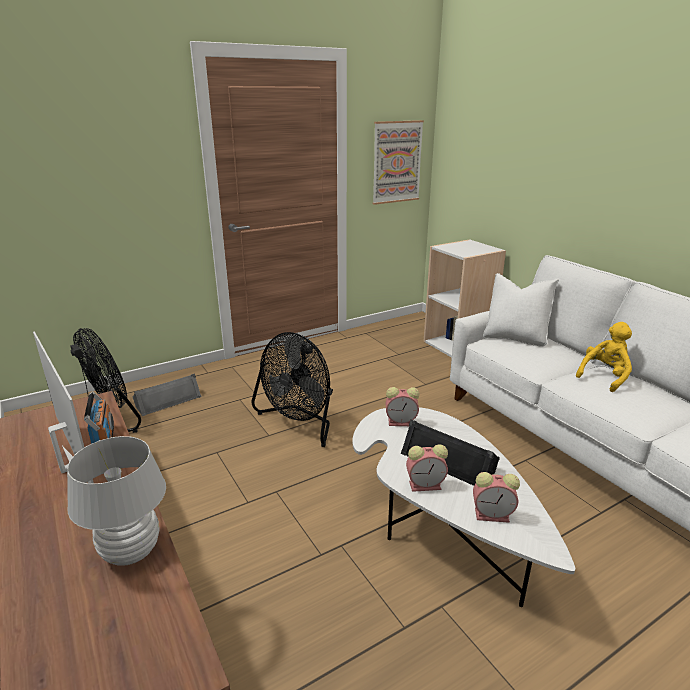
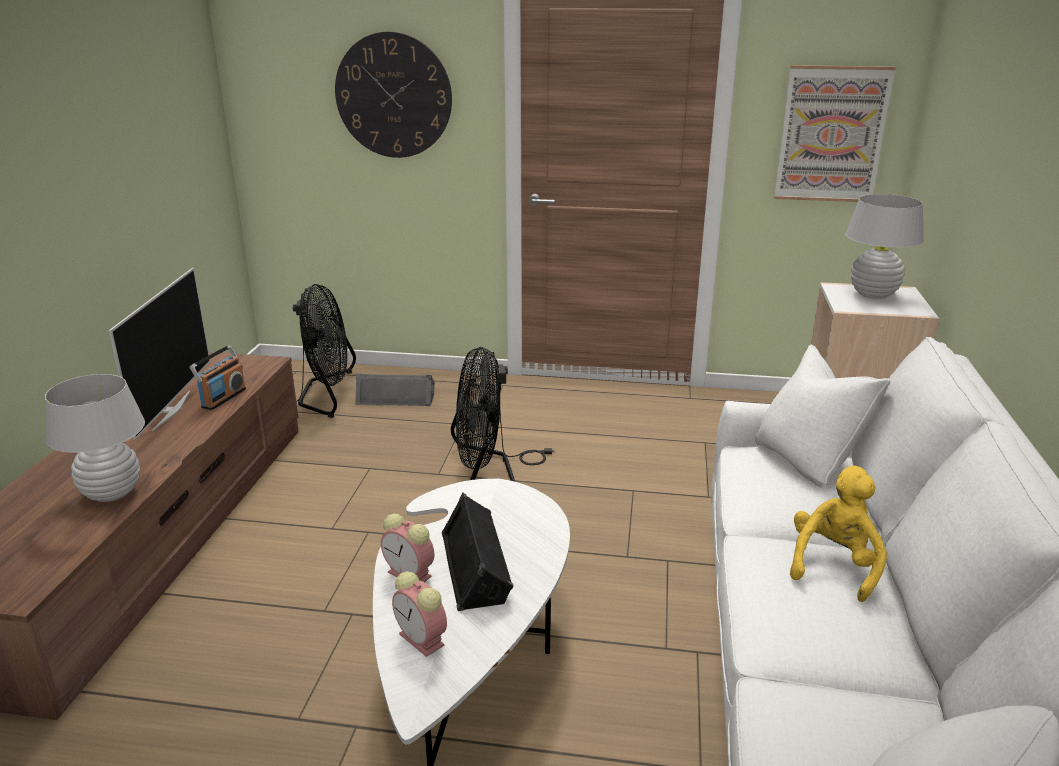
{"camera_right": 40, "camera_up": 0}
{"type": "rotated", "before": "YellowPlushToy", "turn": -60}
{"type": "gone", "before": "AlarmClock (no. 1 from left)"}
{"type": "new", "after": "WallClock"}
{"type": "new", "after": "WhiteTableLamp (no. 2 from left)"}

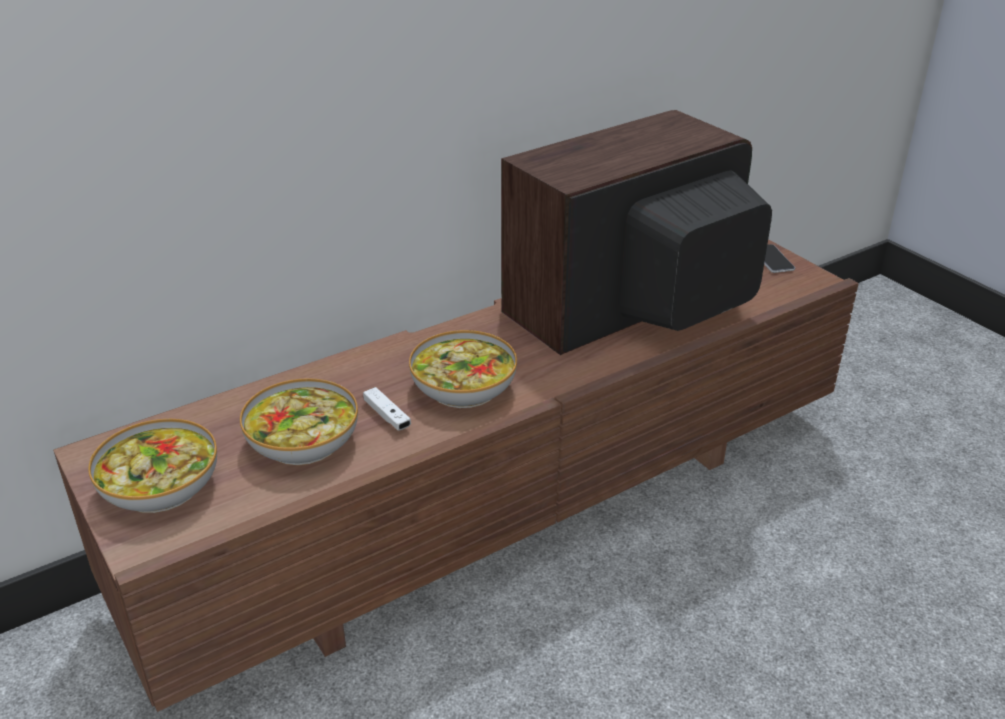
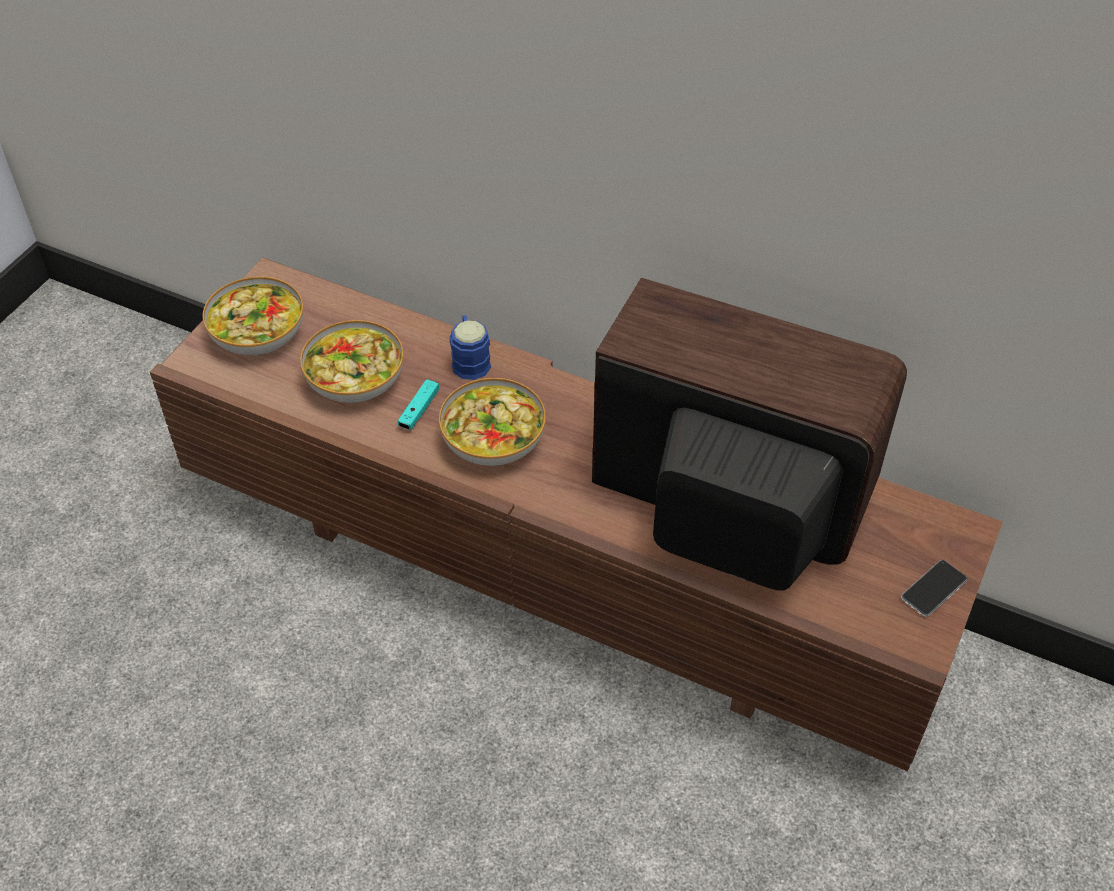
{"camera_right": 60, "camera_up": 15}
{"type": "repainted", "before": "WhiteGameController", "after": "TurquoiseGameController"}
{"type": "new", "after": "BlueMug"}

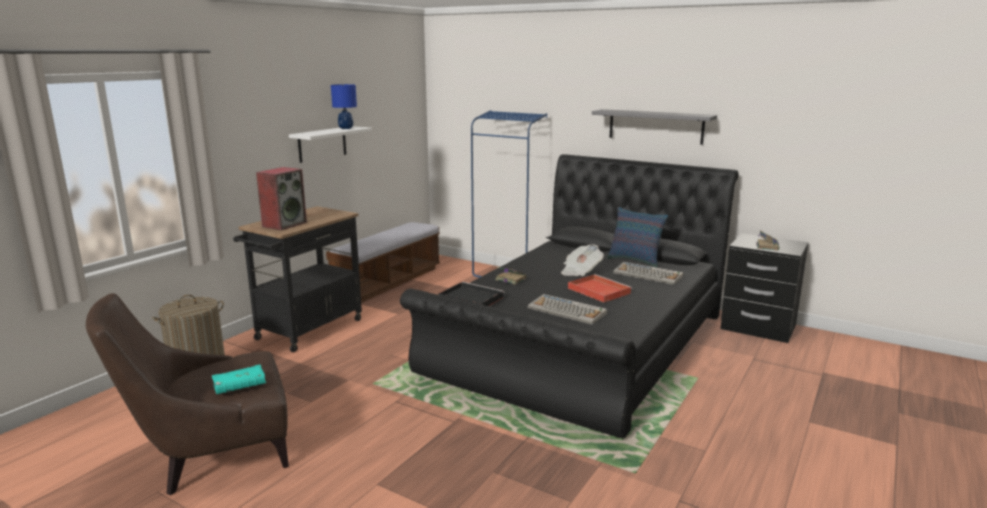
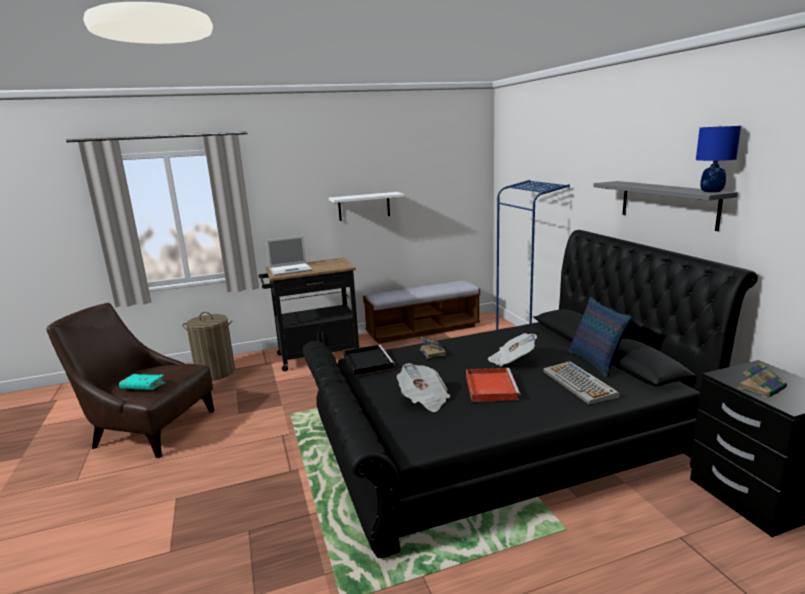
{"camera_right": 40, "camera_up": 0}
{"type": "shifted", "before": "BlueTableLamp"}
{"type": "swapped", "before": "Speaker", "after": "Laptop"}
{"type": "swapped", "before": "Keyboard (no. 1 from left)", "after": "Newspaper (no. 1 from left)"}

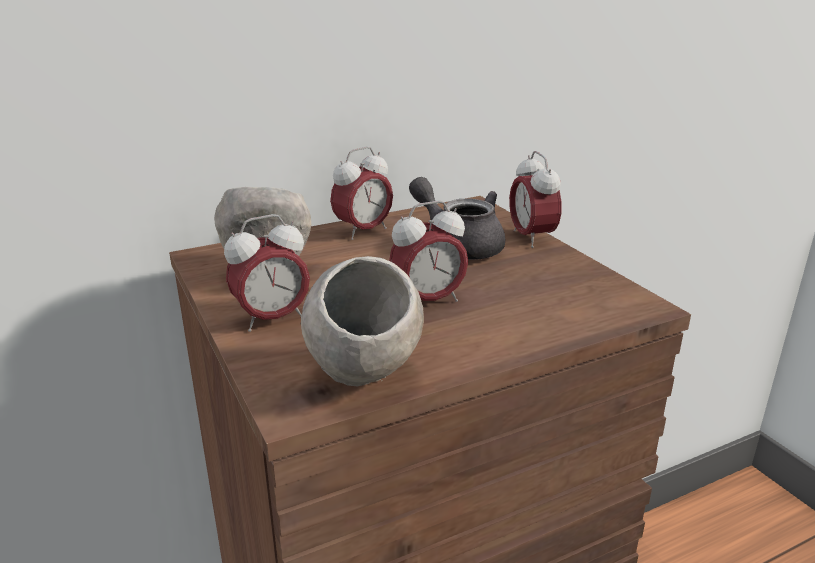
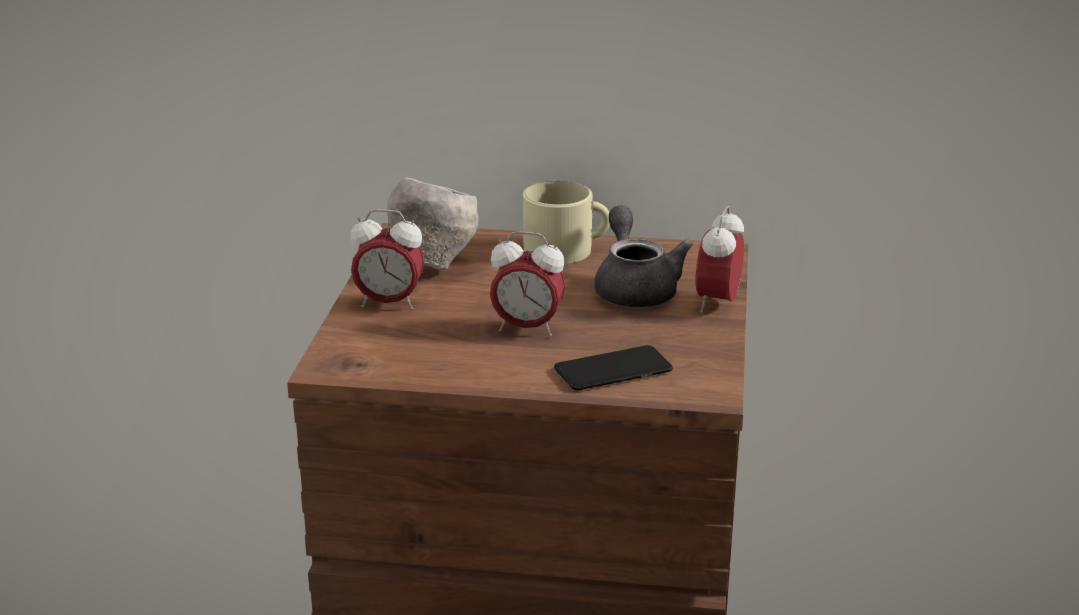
{"camera_right": 35, "camera_up": 0}
{"type": "swapped", "before": "AlarmClock (no. 2 from left)", "after": "BeigeMug"}
{"type": "gone", "before": "GreyBowl (no. 2 from left)"}
{"type": "new", "after": "Phone"}

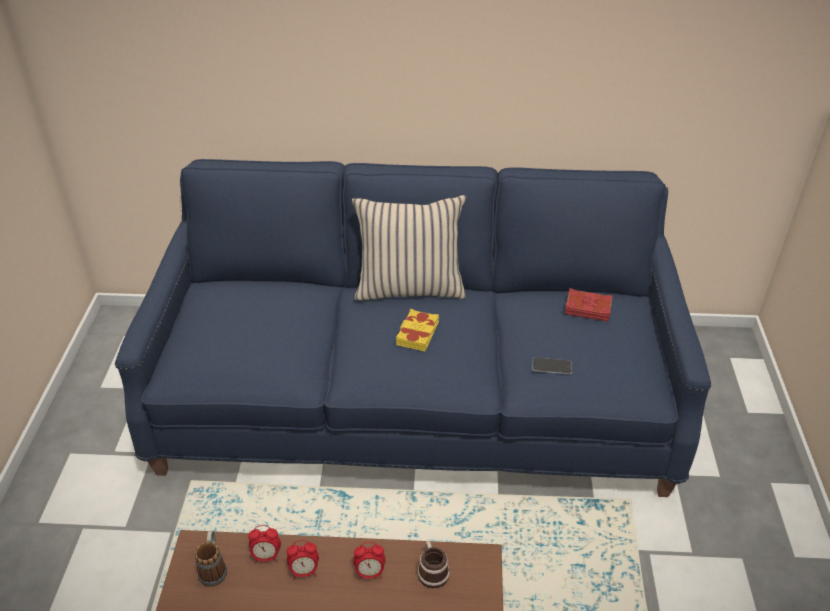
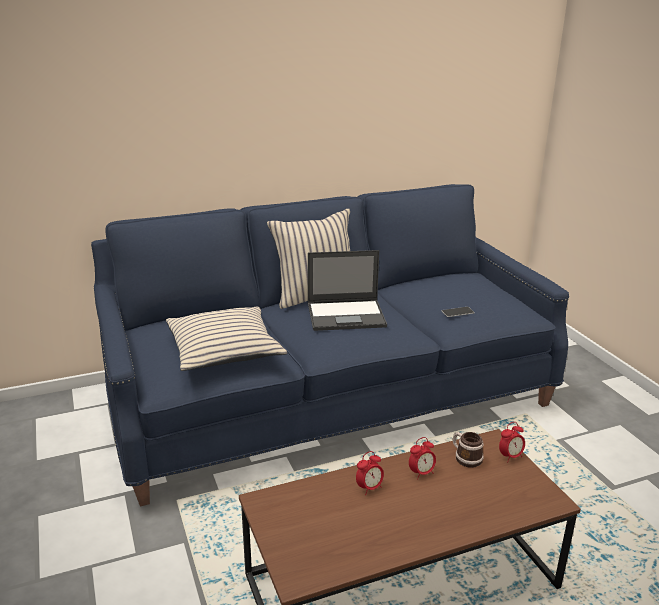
{"camera_right": -25, "camera_up": -15}
{"type": "gone", "before": "RedBook"}
{"type": "swapped", "before": "YellowBook", "after": "Laptop"}
{"type": "shifted", "before": "AlarmClock (no. 1 from left in the first image)", "after": "AlarmClock (no. 3 from left)"}
{"type": "gone", "before": "Mug (no. 1 from left)"}
{"type": "new", "after": "BeigePillow (no. 1 from left)"}

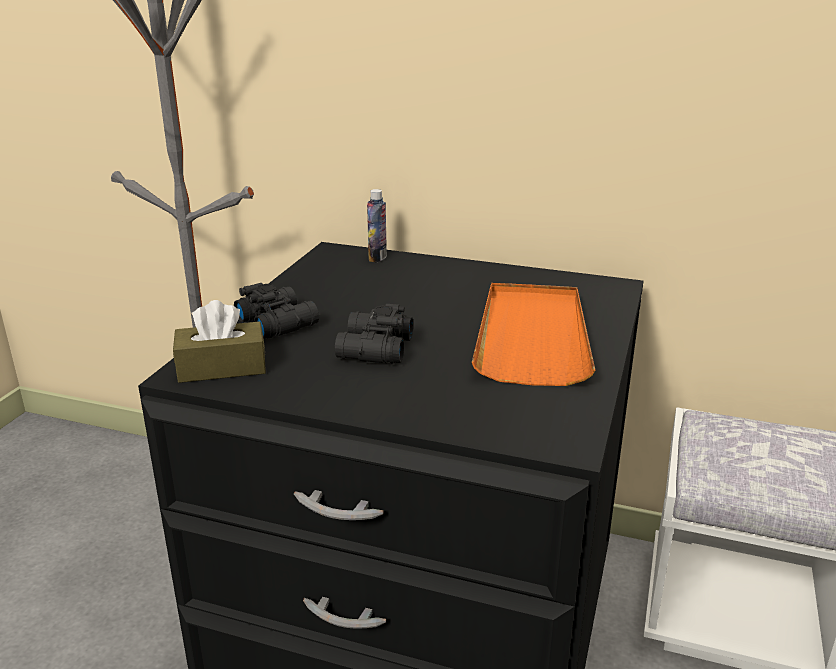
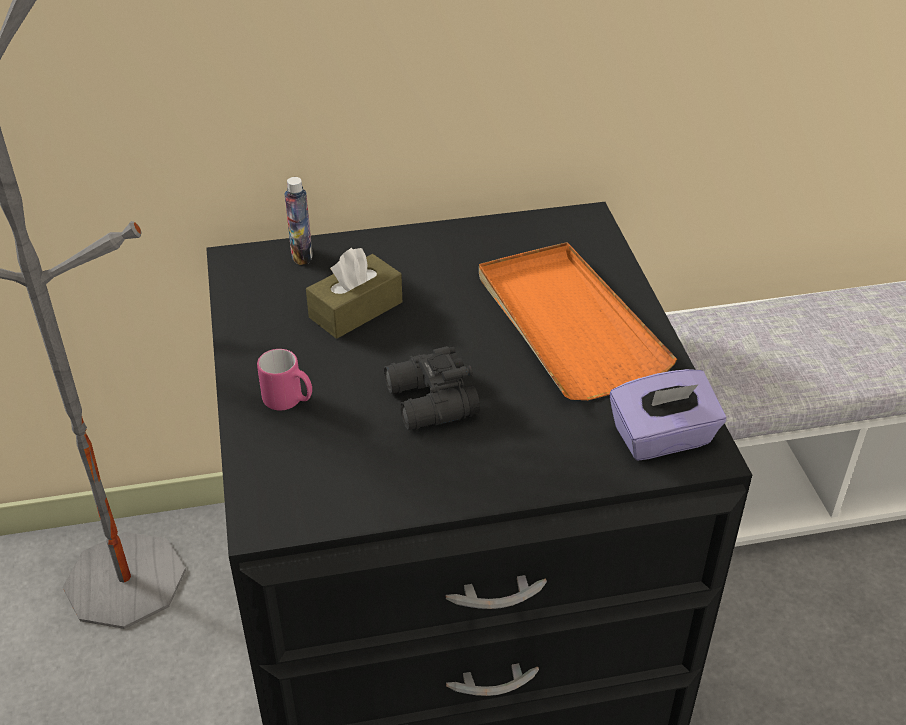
{"camera_right": -30, "camera_up": 15}
{"type": "swapped", "before": "BlackBinoculars (no. 1 from left)", "after": "PinkMug"}
{"type": "shifted", "before": "BrownTissueBox"}
{"type": "new", "after": "PurpleTissueBox"}

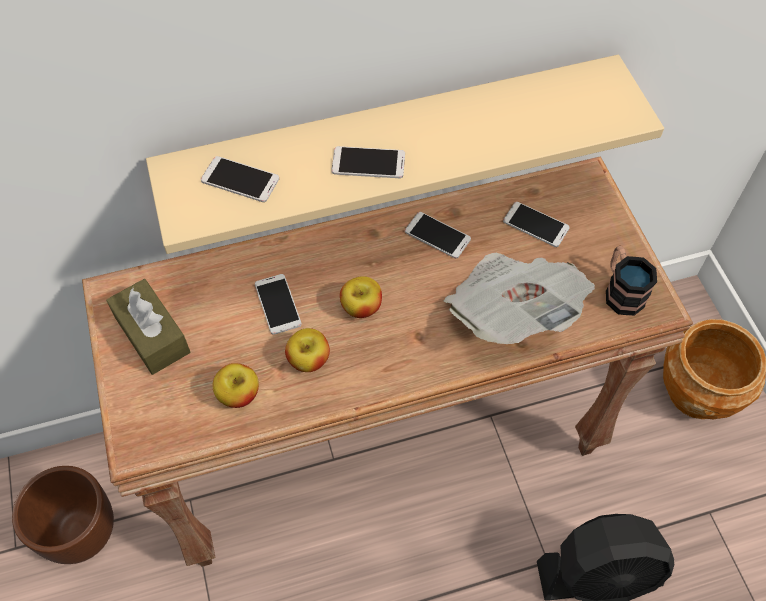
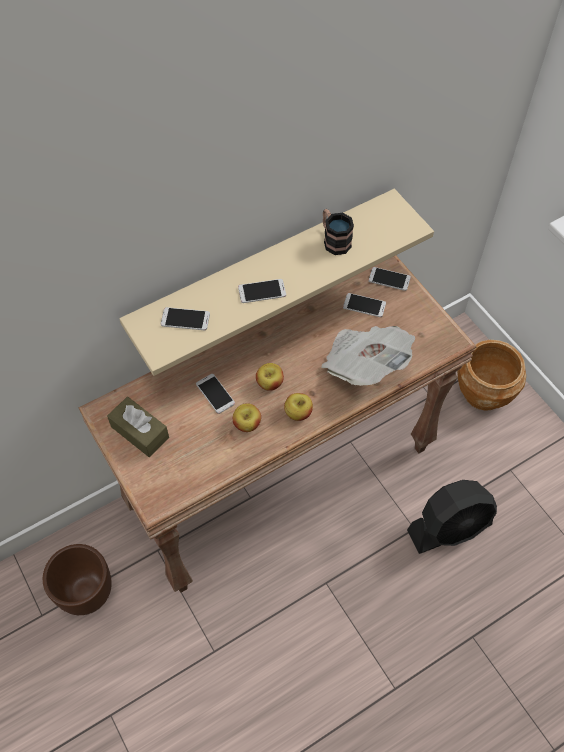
{"camera_right": -15, "camera_up": 0}
{"type": "shifted", "before": "Phone (no. 4 from left in the first image)", "after": "Phone (no. 5 from left)"}
{"type": "shifted", "before": "Mug"}
{"type": "shifted", "before": "Apple (no. 1 from left in the first image)", "after": "Apple (no. 3 from left)"}

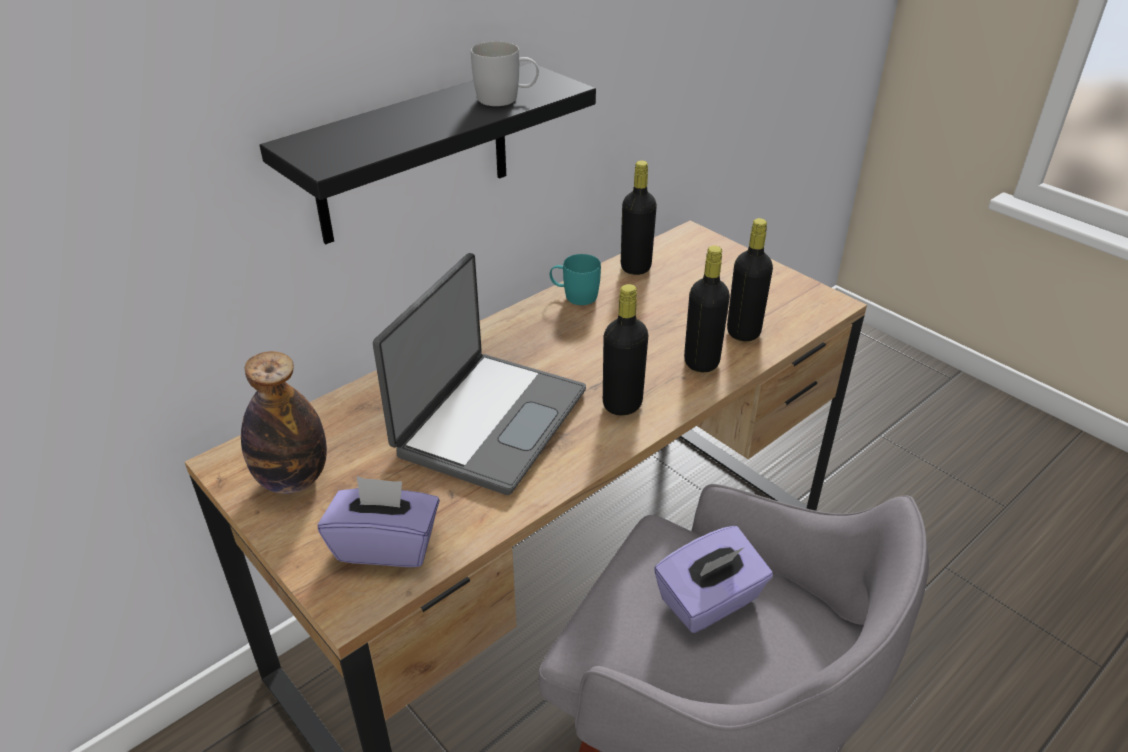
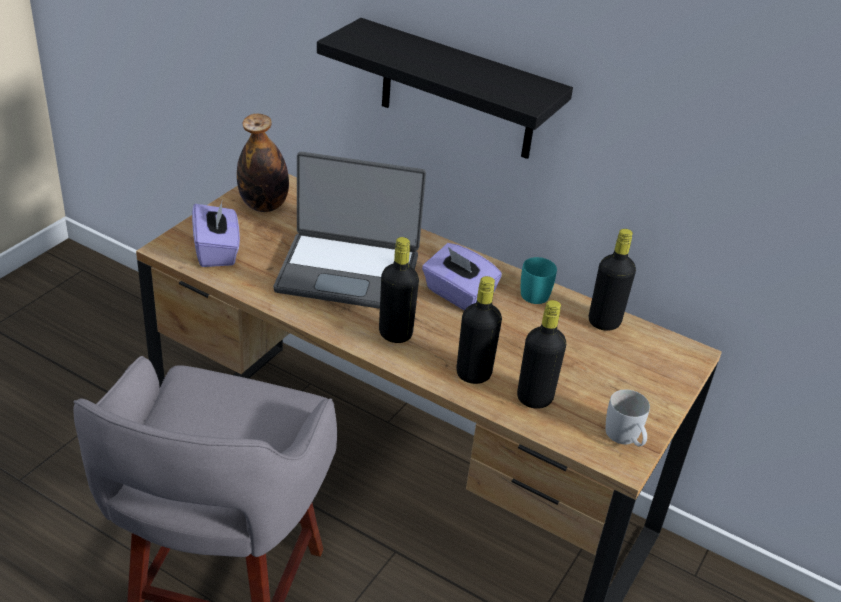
{"camera_right": 70, "camera_up": 0}
{"type": "shifted", "before": "WhiteMug"}
{"type": "shifted", "before": "PurpleTissueBox (no. 2 from left)"}

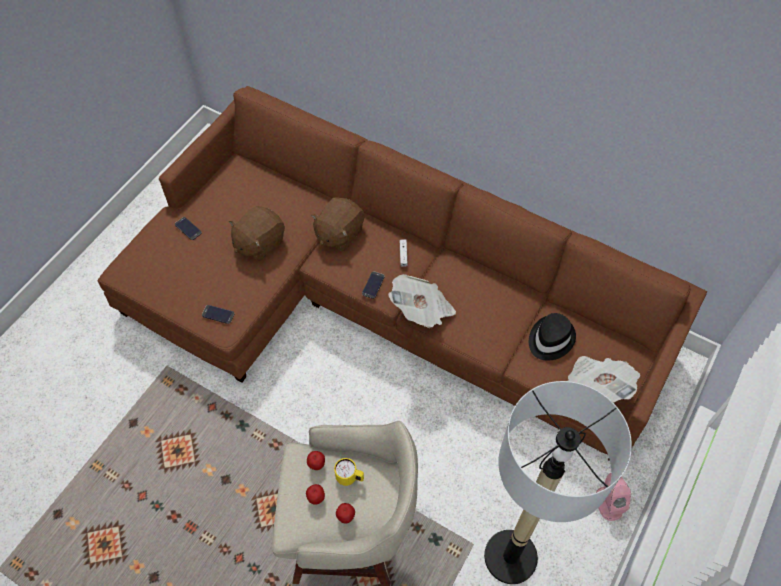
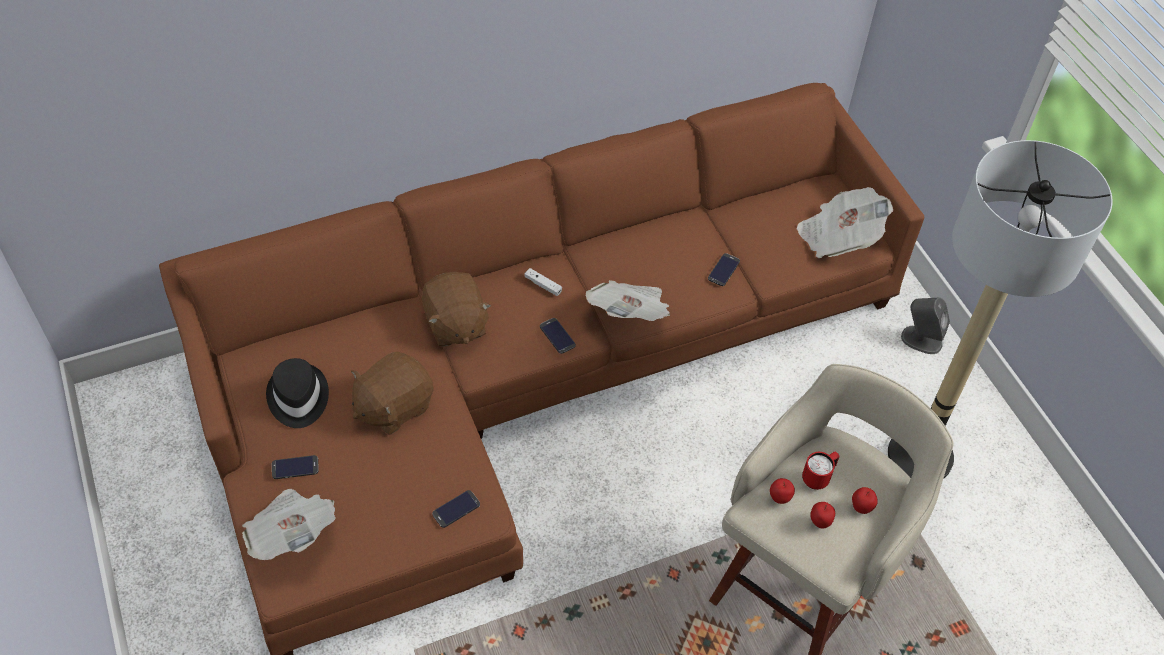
{"camera_right": -55, "camera_up": -5}
{"type": "rotated", "before": "BrownPlushToy (no. 1 from left)", "turn": 60}
{"type": "shifted", "before": "BlackHat"}
{"type": "repainted", "before": "YellowMug", "after": "RedMug"}
{"type": "repainted", "before": "PinkSpeaker", "after": "GreySpeaker"}
{"type": "new", "after": "Phone (no. 4 from left)"}
{"type": "new", "after": "Newspaper (no. 1 from left)"}

